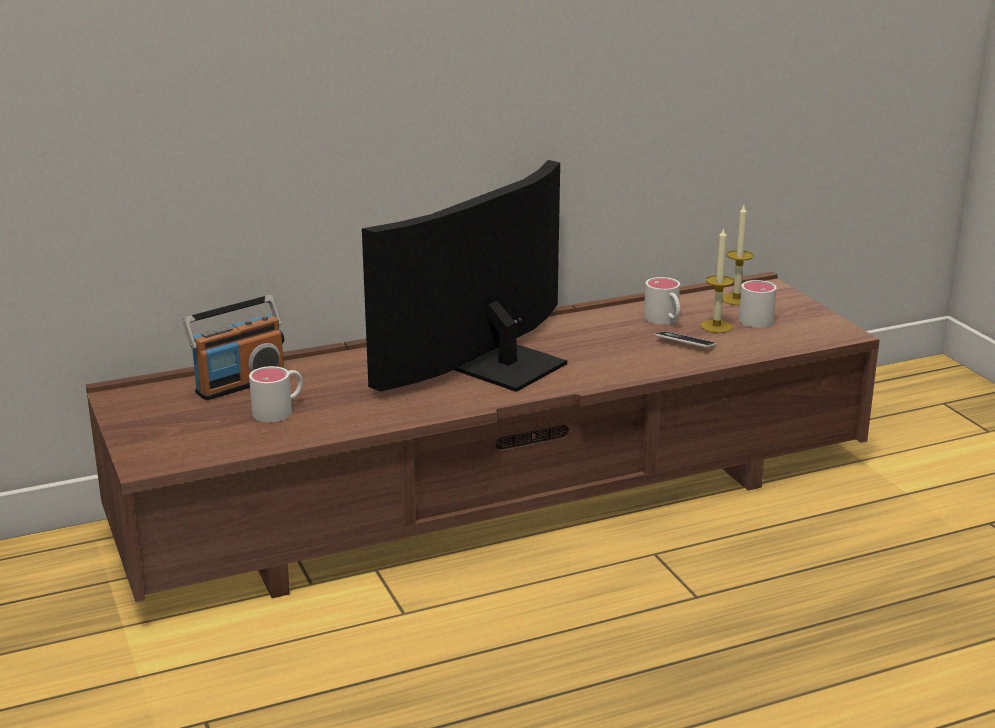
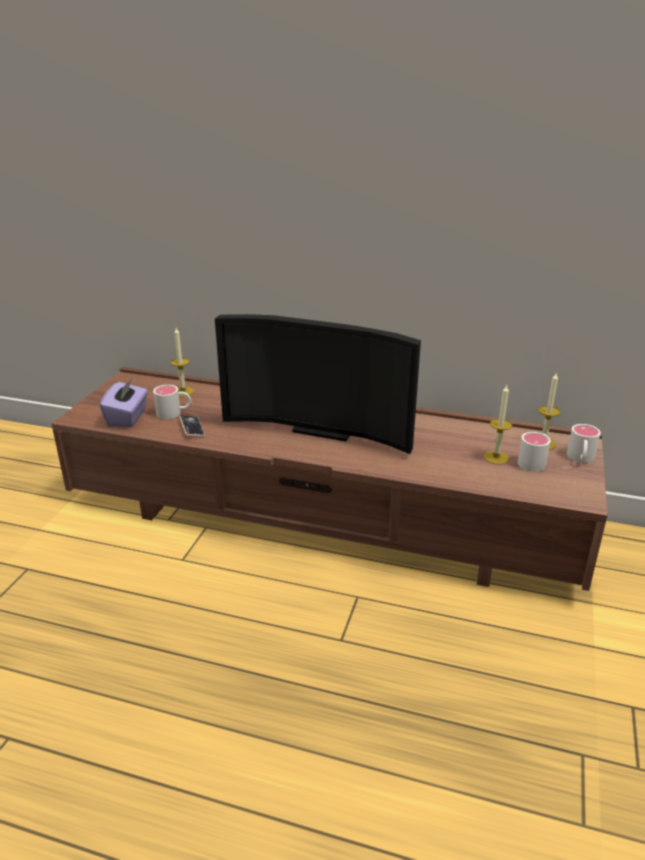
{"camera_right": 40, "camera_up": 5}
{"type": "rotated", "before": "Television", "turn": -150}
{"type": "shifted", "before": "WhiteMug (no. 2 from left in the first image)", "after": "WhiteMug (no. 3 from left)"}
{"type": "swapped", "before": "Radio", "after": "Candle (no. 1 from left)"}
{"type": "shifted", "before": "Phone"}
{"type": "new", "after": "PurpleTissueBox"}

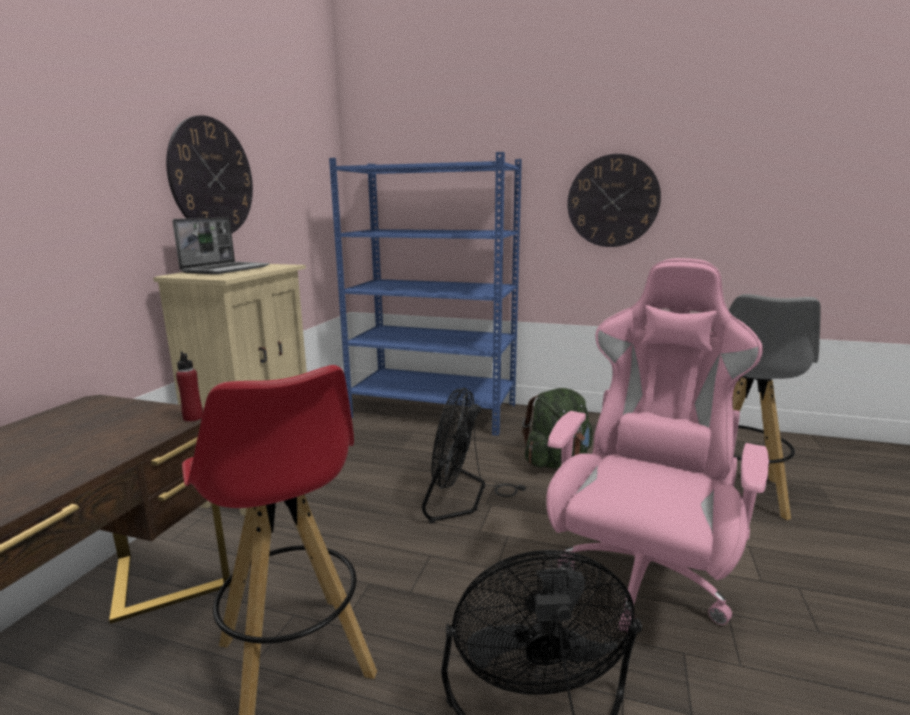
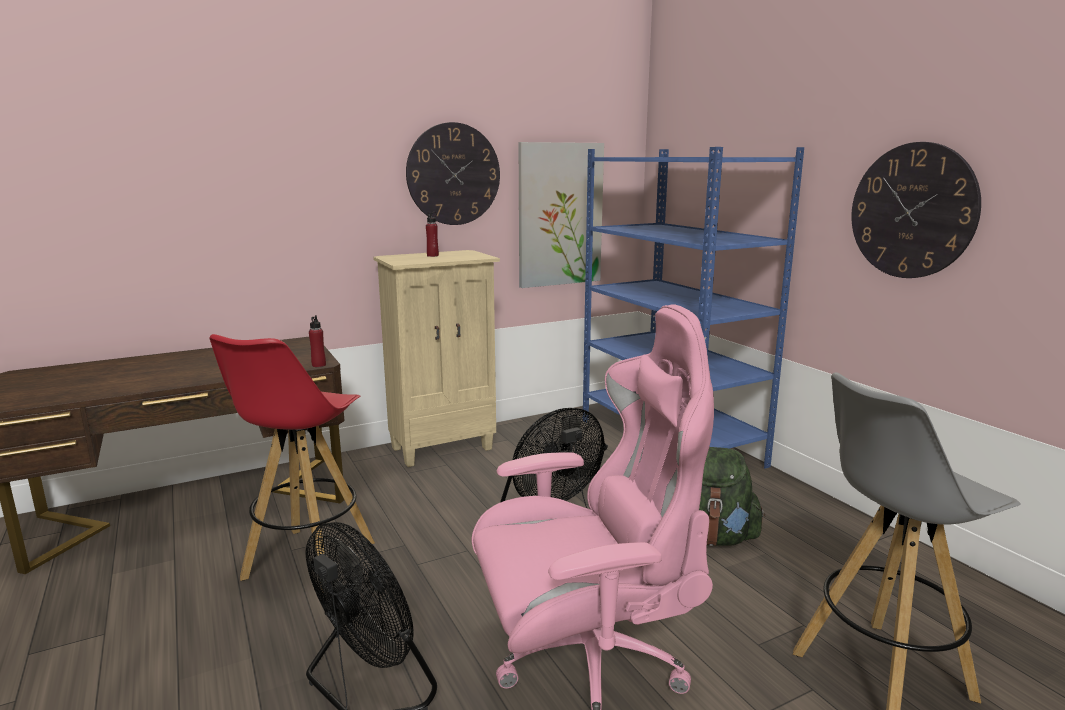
{"camera_right": 45, "camera_up": 0}
{"type": "swapped", "before": "Laptop", "after": "RedBottle (no. 2 from left)"}
{"type": "new", "after": "Picture"}

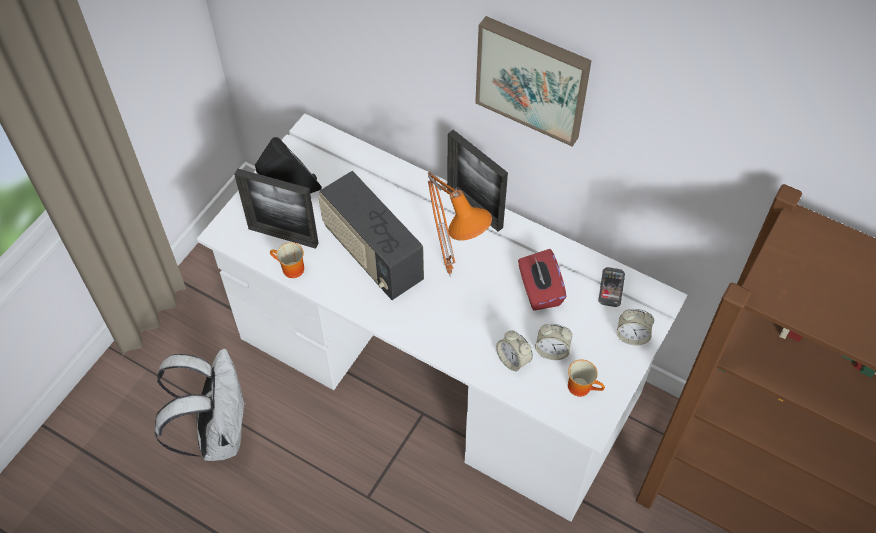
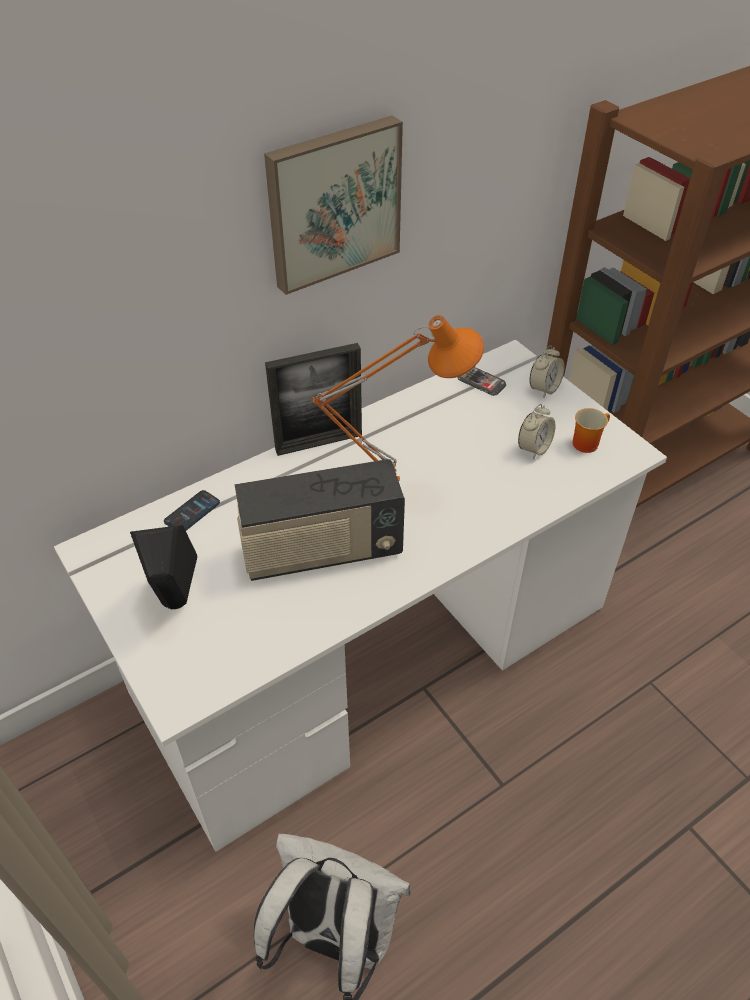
{"camera_right": -65, "camera_up": -10}
{"type": "gone", "before": "PictureFrame (no. 1 from left)"}
{"type": "gone", "before": "Mug (no. 1 from left)"}
{"type": "gone", "before": "RedTissueBox"}
{"type": "gone", "before": "AlarmClock (no. 1 from left)"}
{"type": "new", "after": "Phone (no. 1 from left)"}

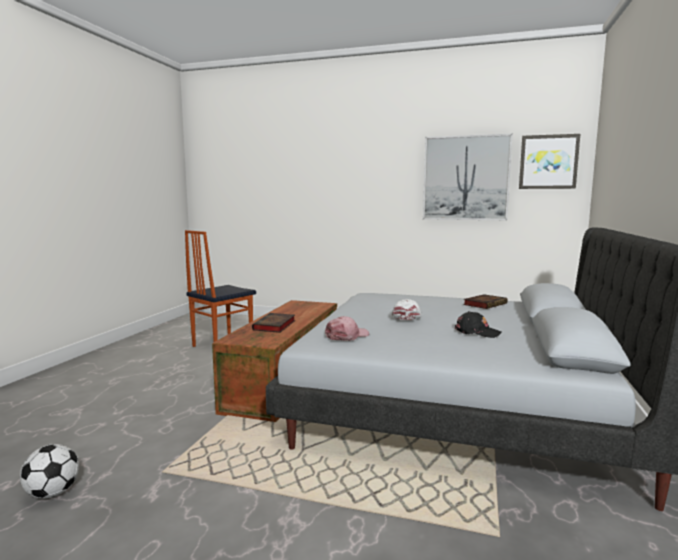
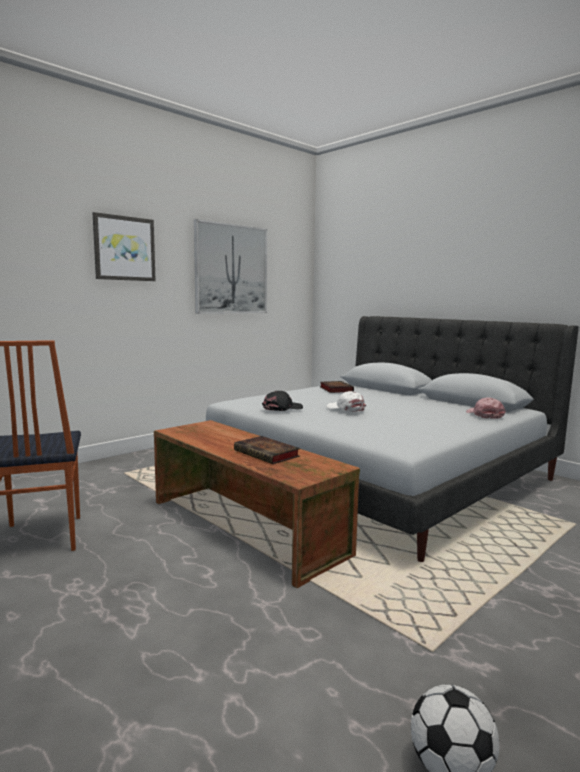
{"camera_right": -60, "camera_up": 0}
{"type": "shifted", "before": "Picture (no. 2 from left in the first image)", "after": "Picture (no. 1 from left)"}
{"type": "shifted", "before": "BlackCap"}
{"type": "shifted", "before": "PinkCap"}

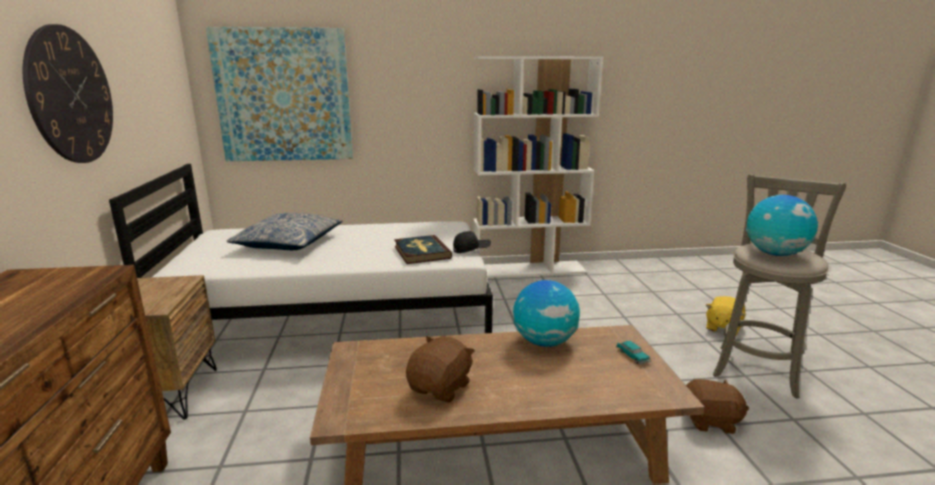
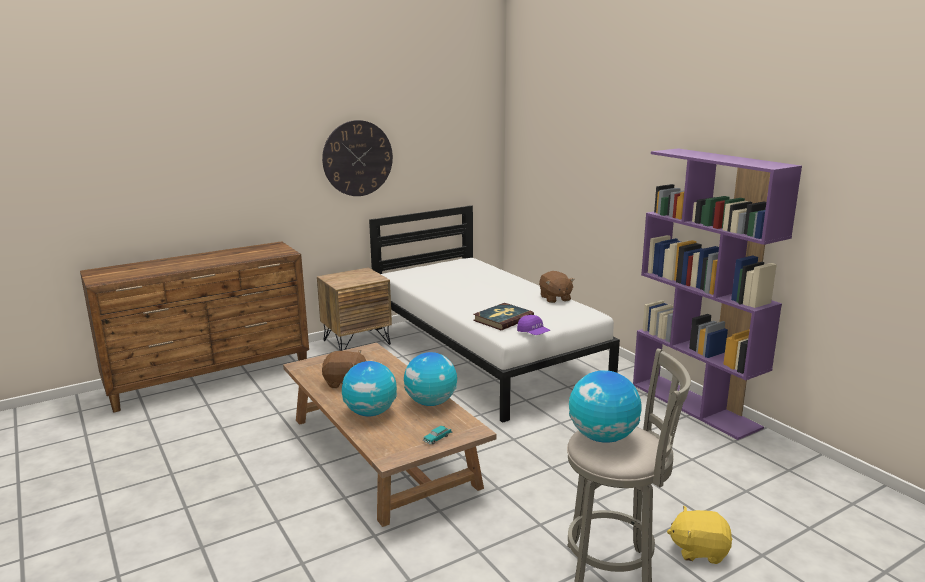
{"camera_right": 65, "camera_up": 0}
{"type": "gone", "before": "Picture"}
{"type": "repainted", "before": "WhiteBookcase", "after": "PurpleBookcase"}
{"type": "gone", "before": "Pillow"}
{"type": "repainted", "before": "BlackCap", "after": "PurpleCap"}
{"type": "shifted", "before": "BrownPlushToy (no. 2 from left)"}
{"type": "new", "after": "Globe (no. 1 from left)"}

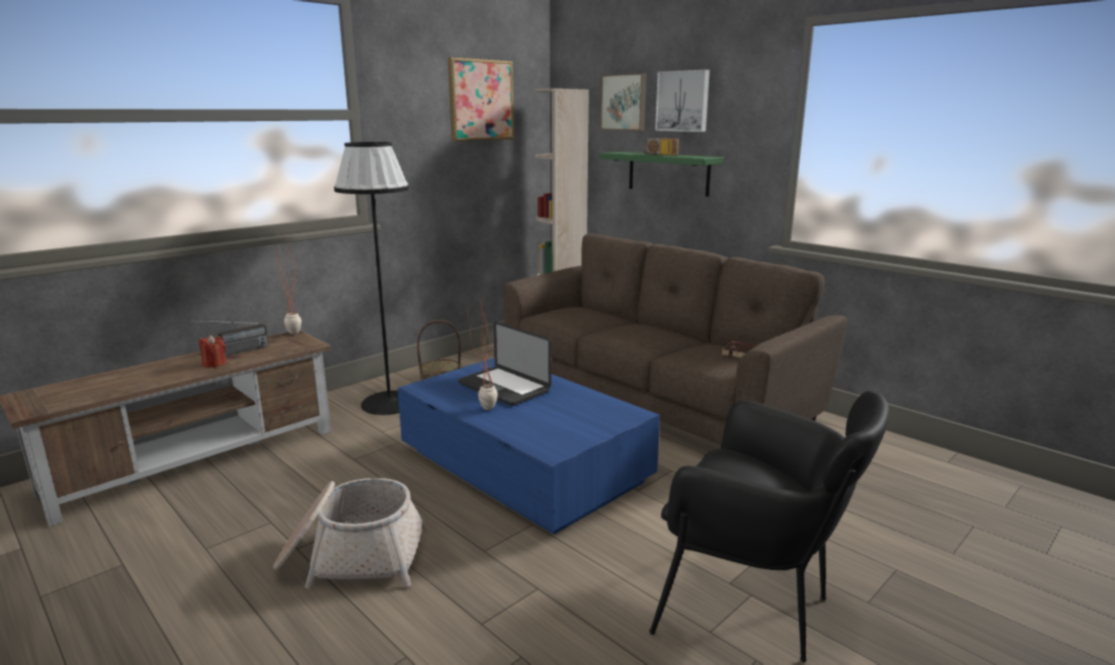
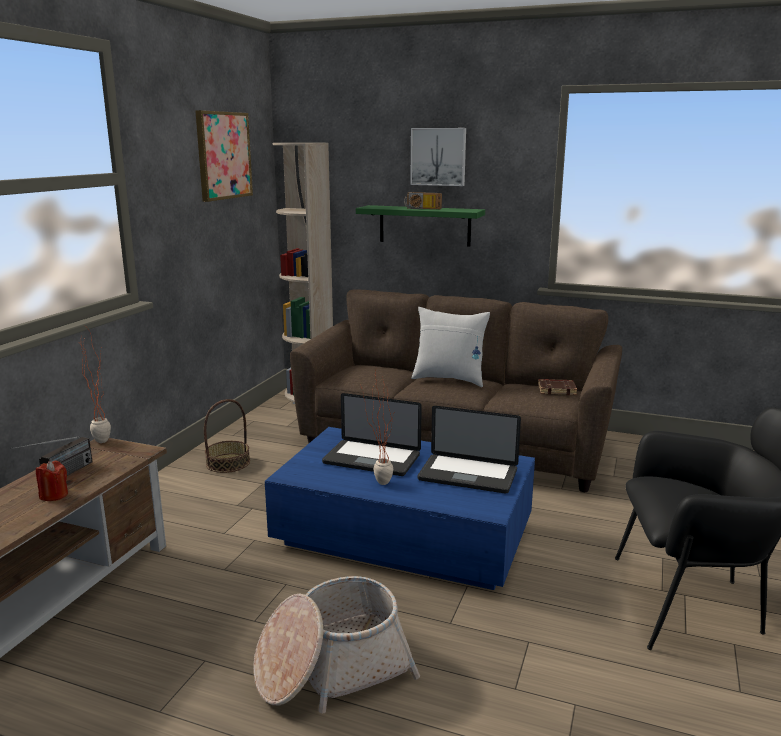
{"camera_right": -25, "camera_up": 0}
{"type": "gone", "before": "Picture (no. 2 from left)"}
{"type": "gone", "before": "BlackFloorLamp"}
{"type": "new", "after": "GreyPillow"}
{"type": "new", "after": "Laptop (no. 2 from left)"}

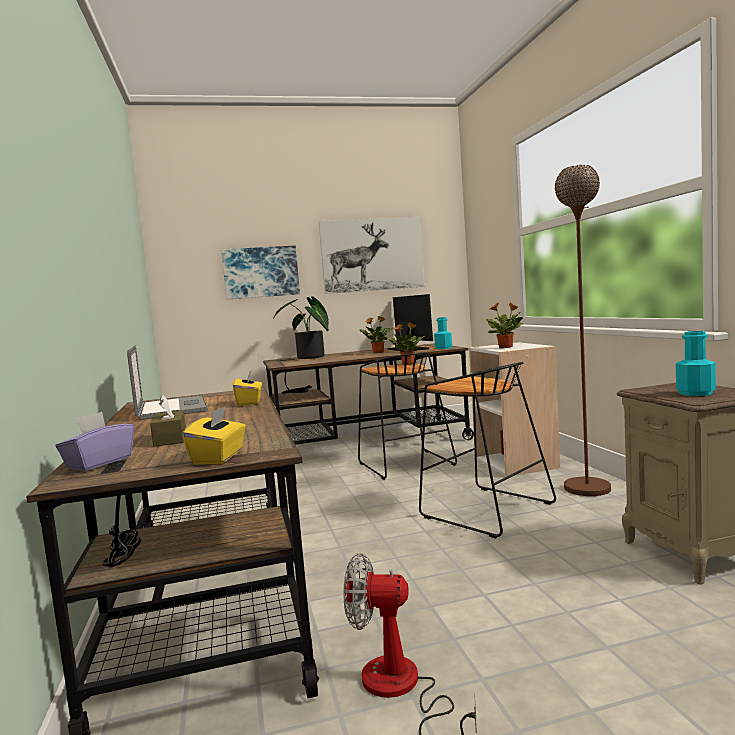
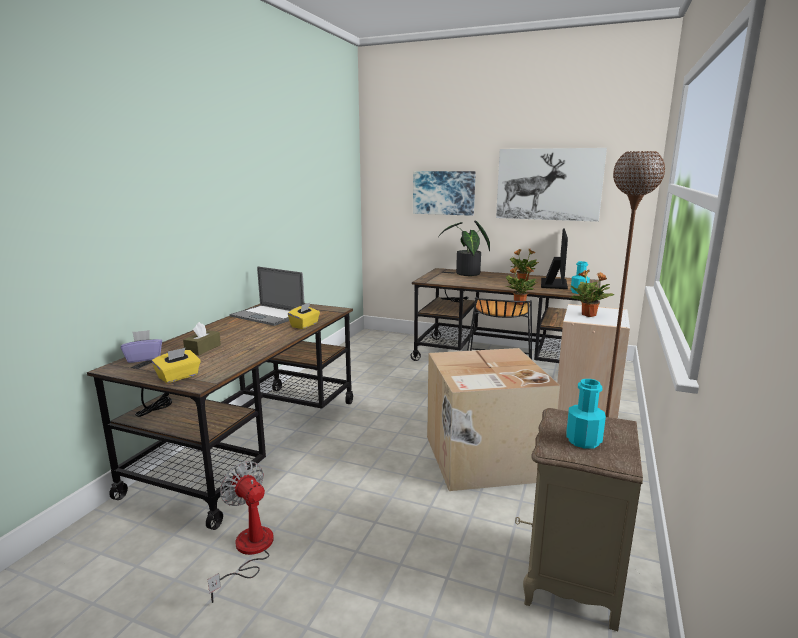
{"camera_right": 35, "camera_up": 10}
{"type": "rotated", "before": "Laptop", "turn": 105}
{"type": "swapped", "before": "BlackStool (no. 2 from left)", "after": "CardboardBox"}

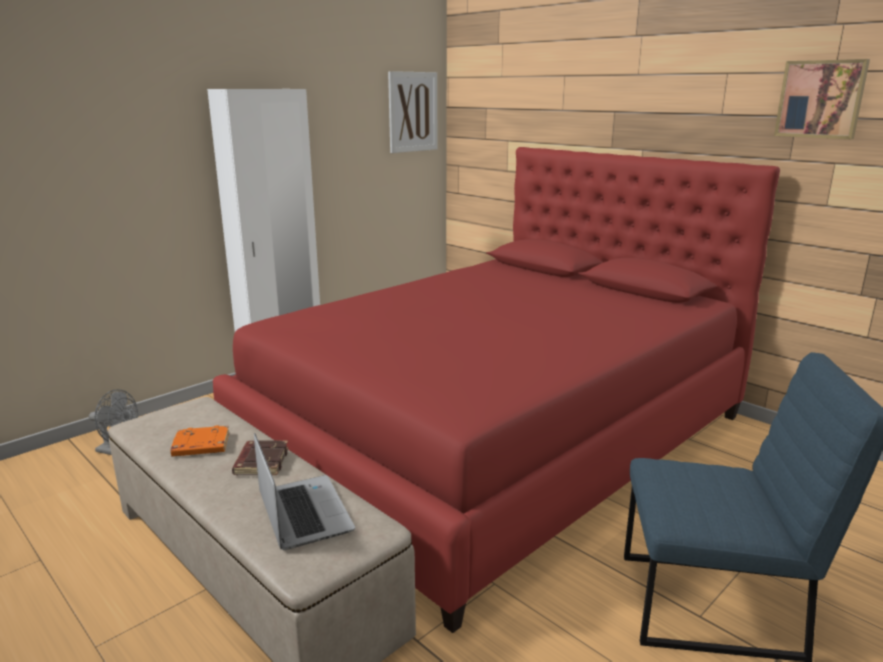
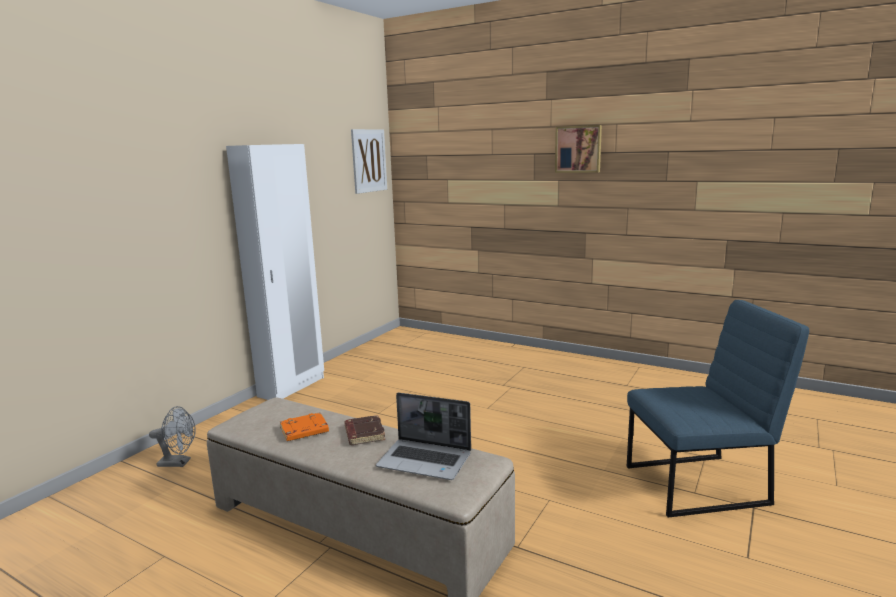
{"camera_right": -15, "camera_up": -5}
{"type": "shifted", "before": "Picture (no. 2 from left)"}
{"type": "gone", "before": "RedBed"}
{"type": "rotated", "before": "Laptop", "turn": 150}

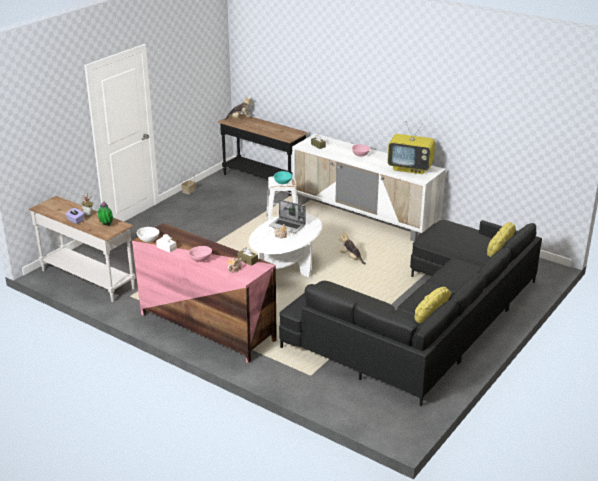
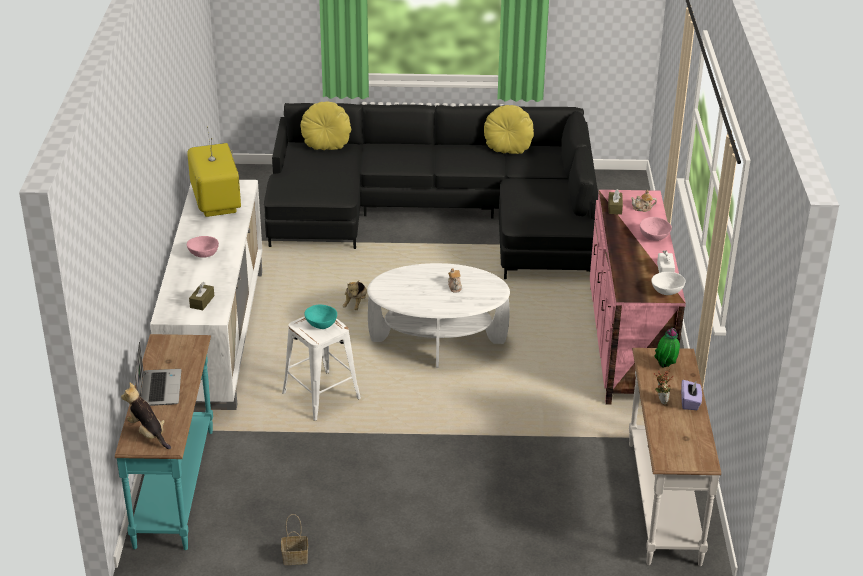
{"camera_right": -125, "camera_up": 5}
{"type": "repainted", "before": "BlackConsoleTable", "after": "TurquoiseConsoleTable"}
{"type": "shifted", "before": "Laptop"}

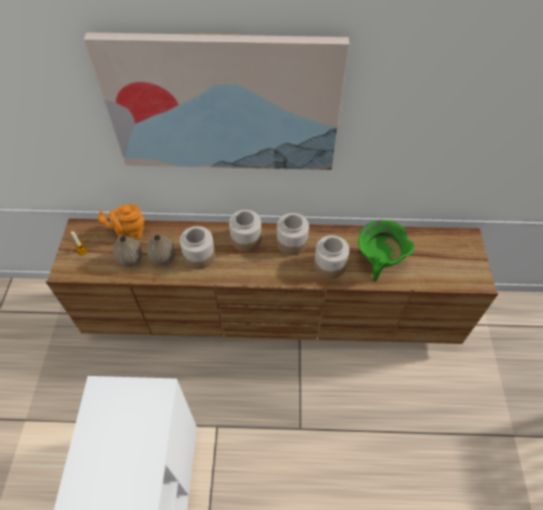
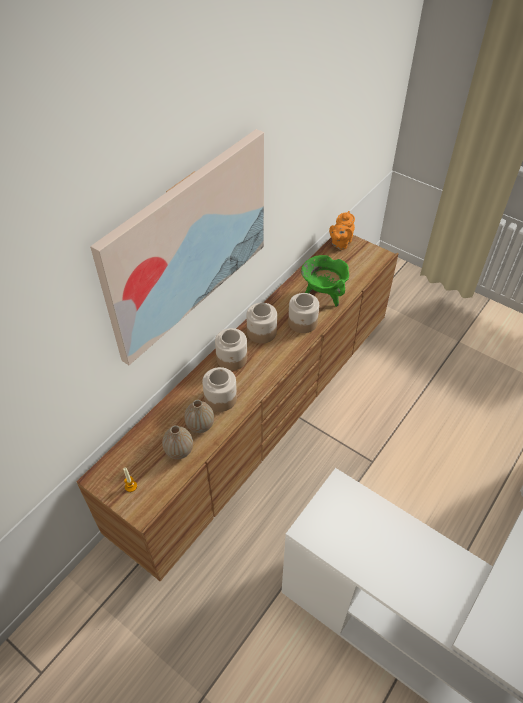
{"camera_right": -55, "camera_up": -5}
{"type": "shifted", "before": "OrangeTeapot"}

